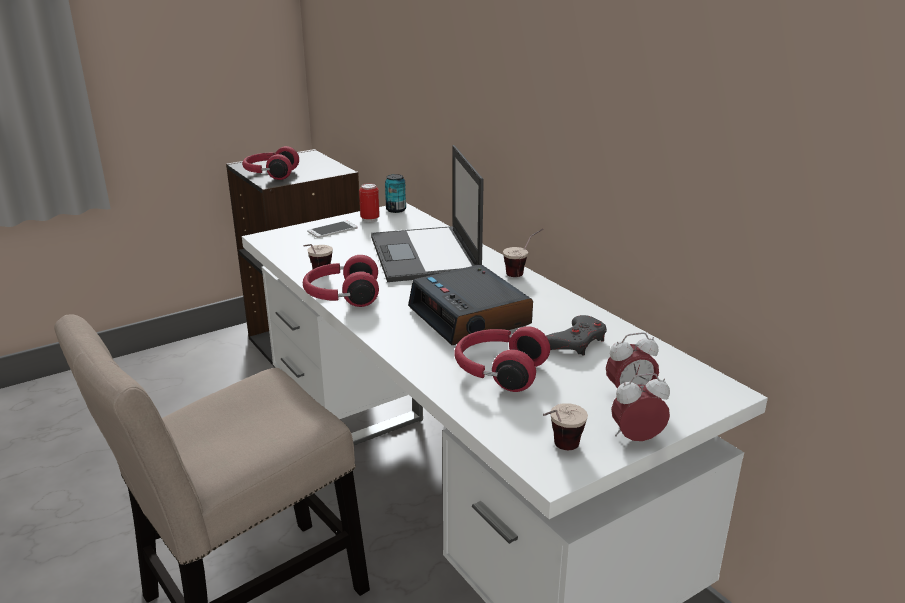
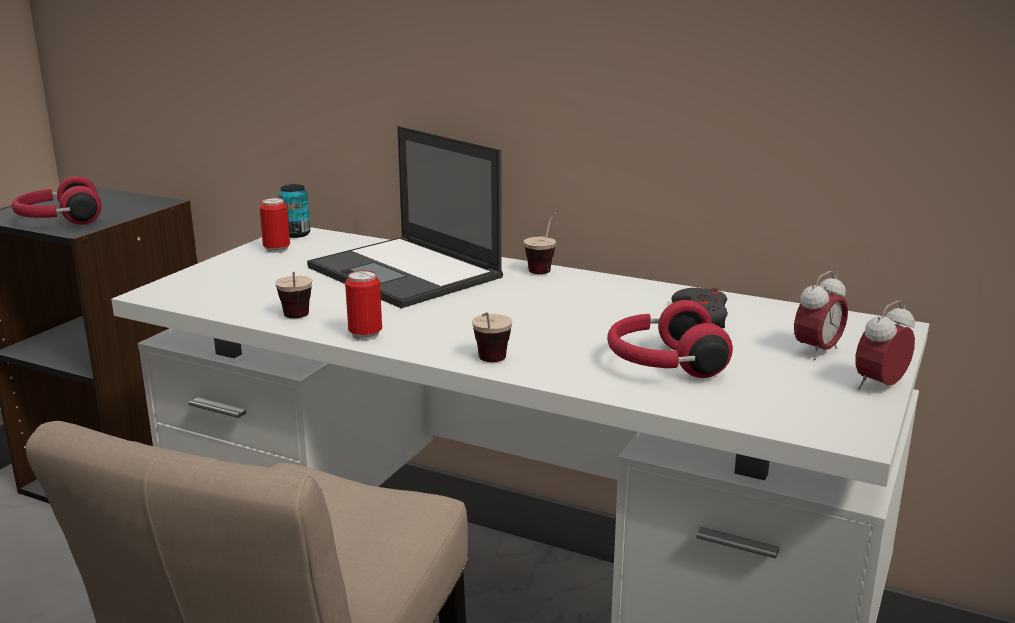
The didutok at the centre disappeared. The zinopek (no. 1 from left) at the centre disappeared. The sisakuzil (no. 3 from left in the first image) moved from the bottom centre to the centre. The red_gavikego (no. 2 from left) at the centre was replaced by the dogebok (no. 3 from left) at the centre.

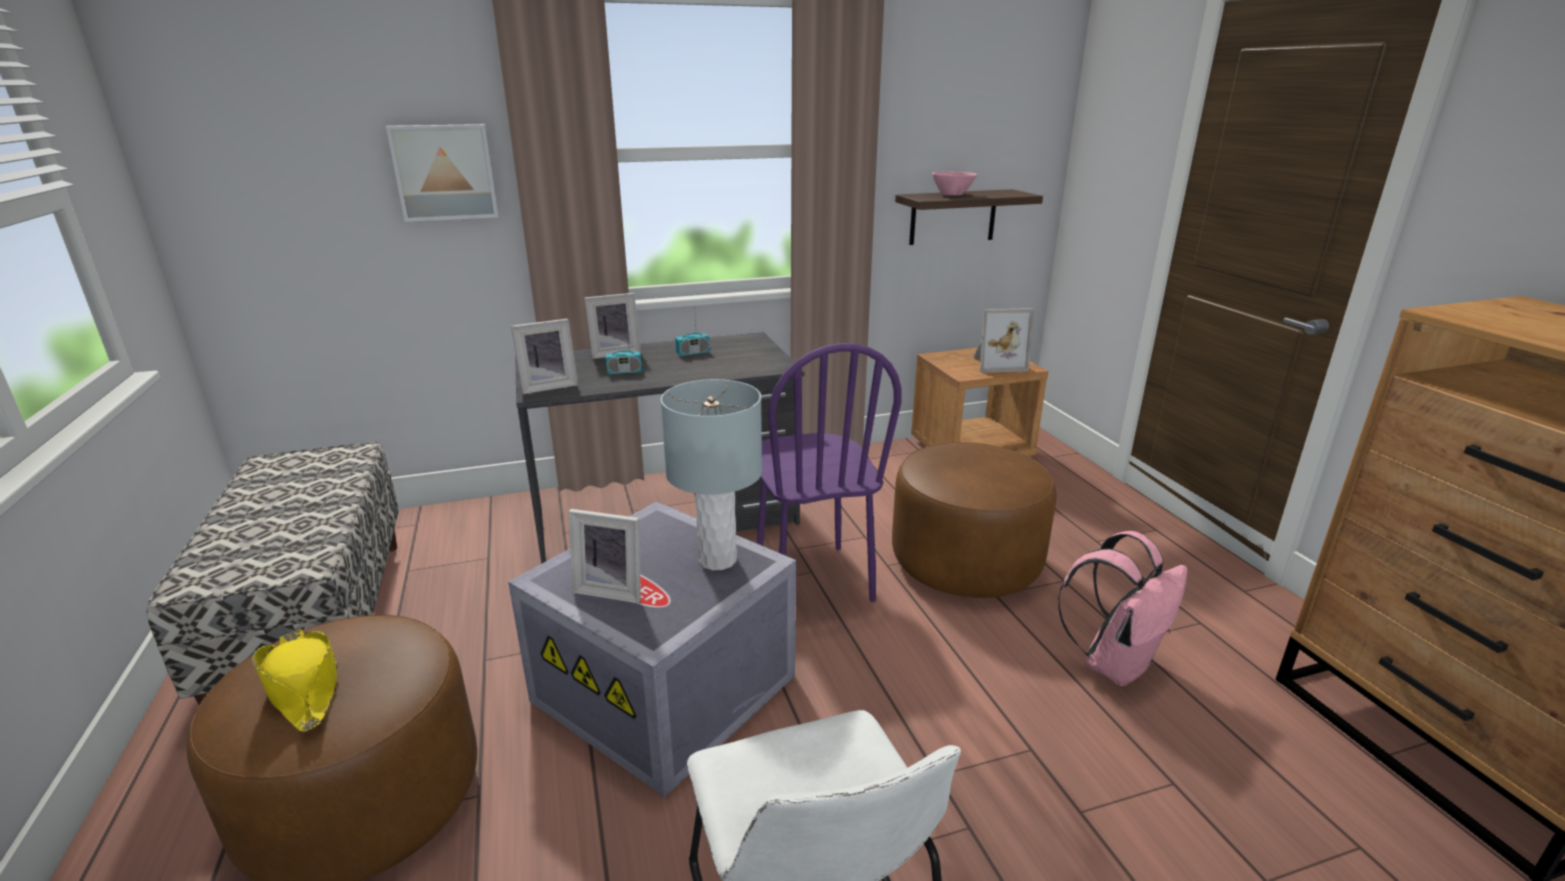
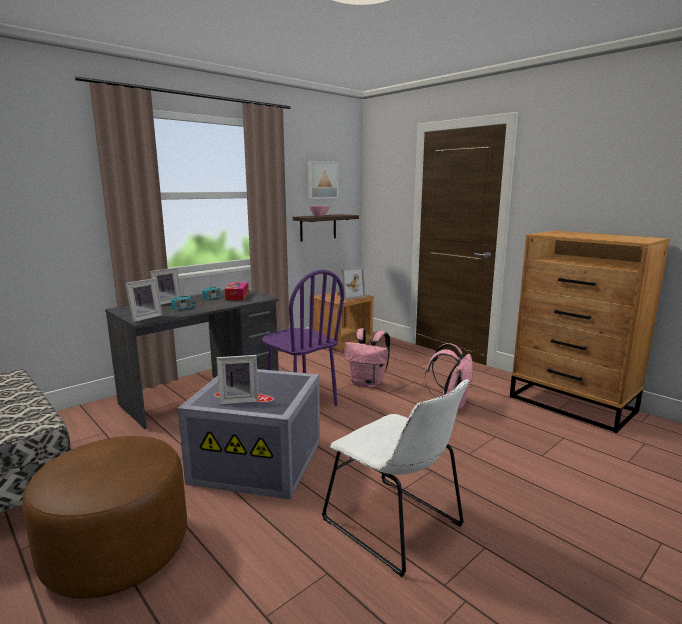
The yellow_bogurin at the bottom left disappeared. The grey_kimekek at the centre disappeared. The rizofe at the centre appeared. The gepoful moved from the top left to the top centre. The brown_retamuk (no. 2 from left) at the centre was replaced by the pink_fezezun (no. 1 from left) at the centre.

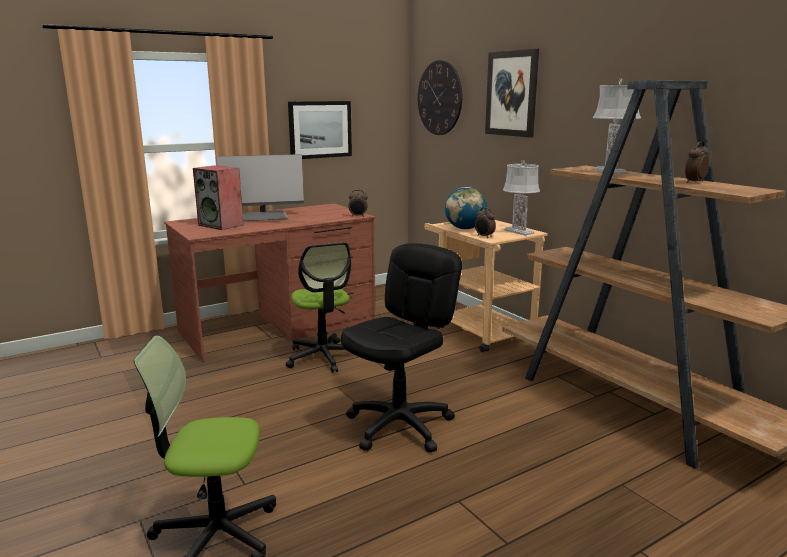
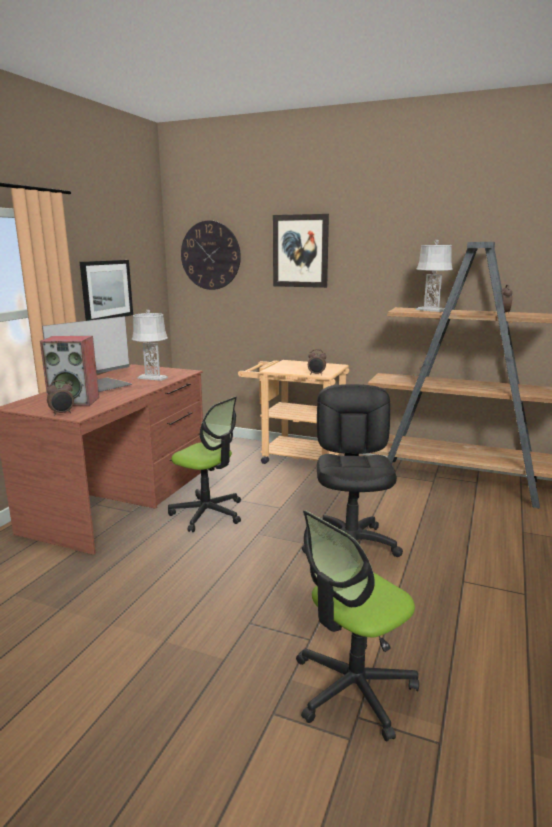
The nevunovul at the centre disappeared. The zinopek (no. 1 from left) moved from the centre to the middle left. The grey_kimekek (no. 1 from left) moved from the centre to the middle left.

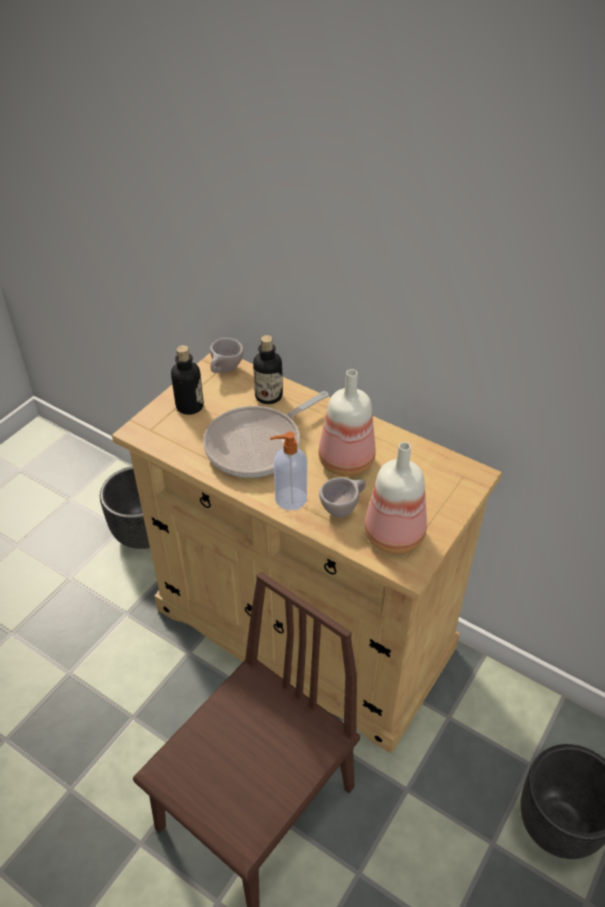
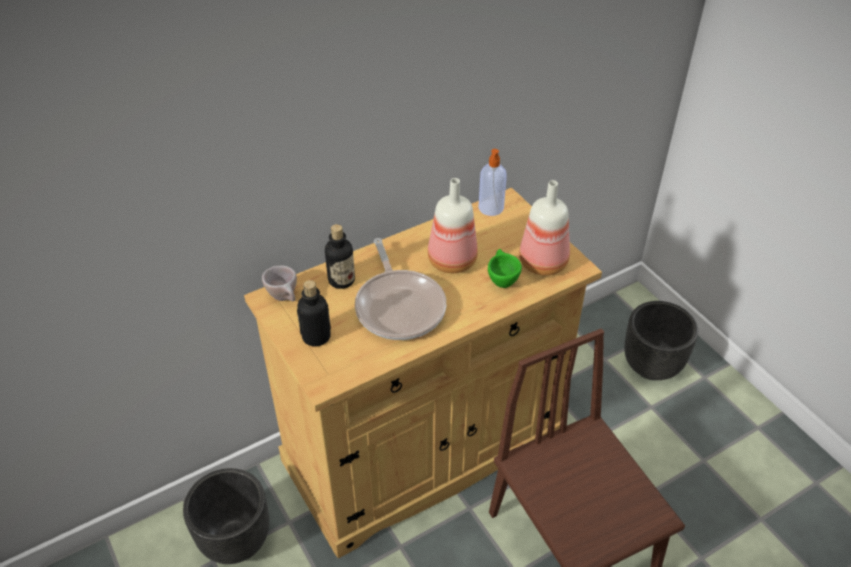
The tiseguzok moved from the centre to the top centre. The beige_sisakuzil (no. 2 from left) at the centre became the green_sisakuzil at the centre.

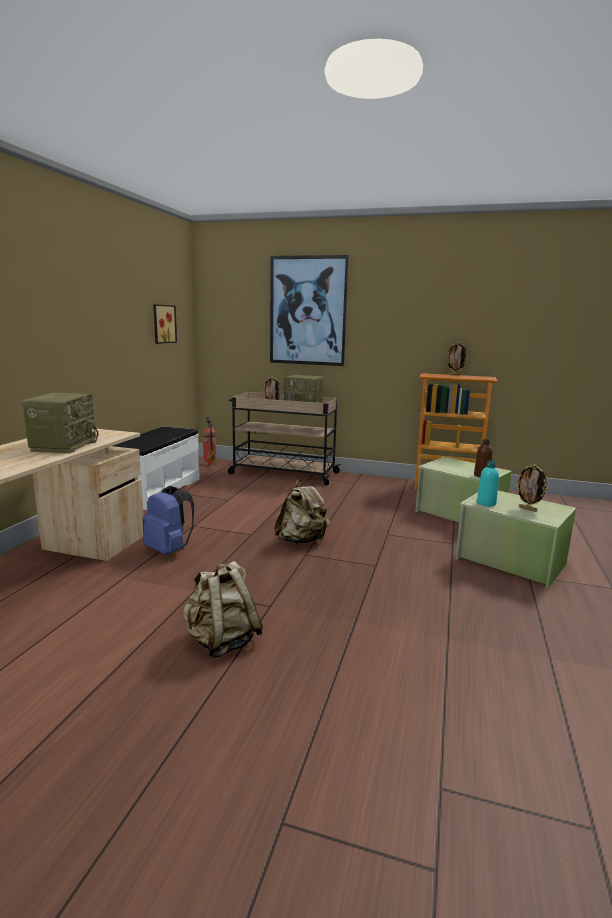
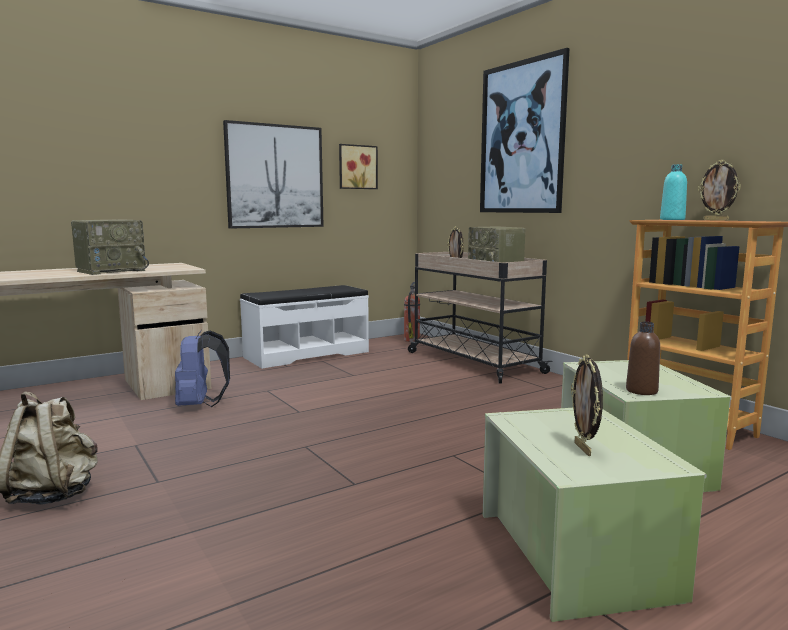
The beige_fezezun (no. 2 from left) at the centre disappeared. The gepoful (no. 1 from left) at the top centre appeared. The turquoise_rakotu moved from the middle right to the top right.

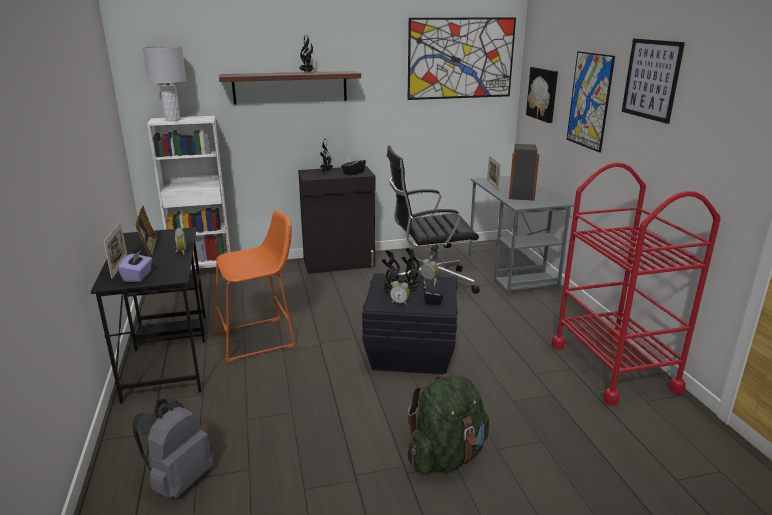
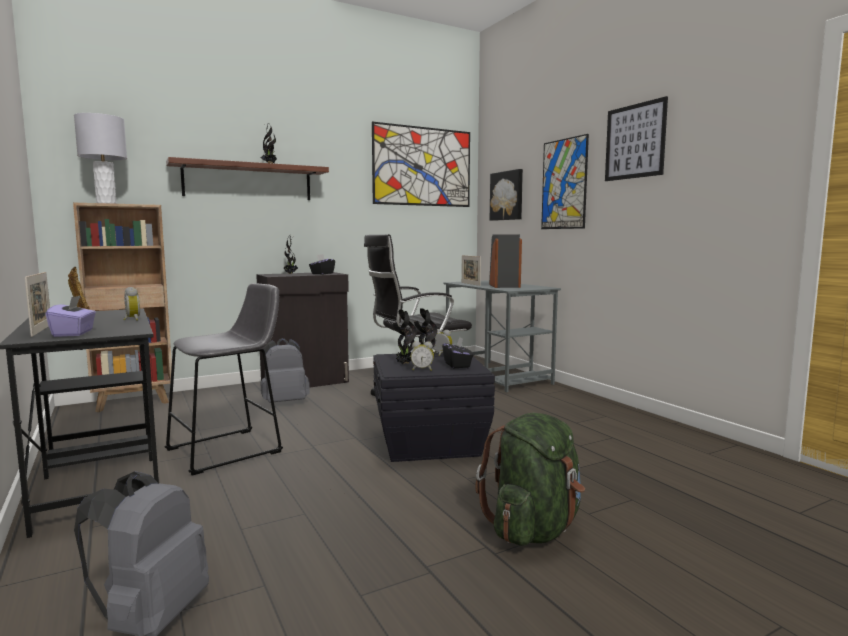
The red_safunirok at the middle right disappeared. The grey_fezezun (no. 2 from left) at the centre appeared. The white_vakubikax at the middle left became the brown_vakubikax at the middle left. The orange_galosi at the middle left became the grey_galosi at the middle left.

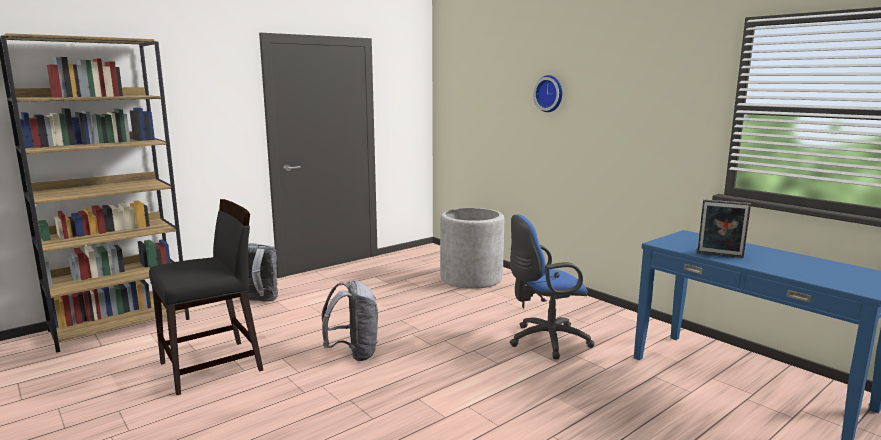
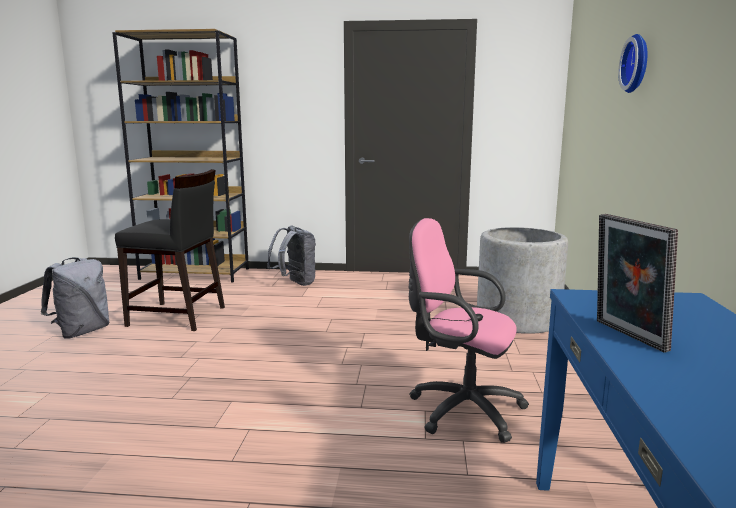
The grey_fezezun (no. 2 from left in the first image) moved from the bottom centre to the middle left. The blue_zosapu at the centre became the pink_zosapu at the centre.

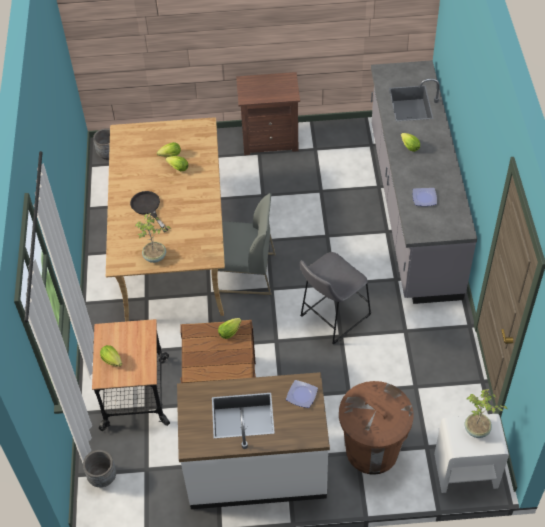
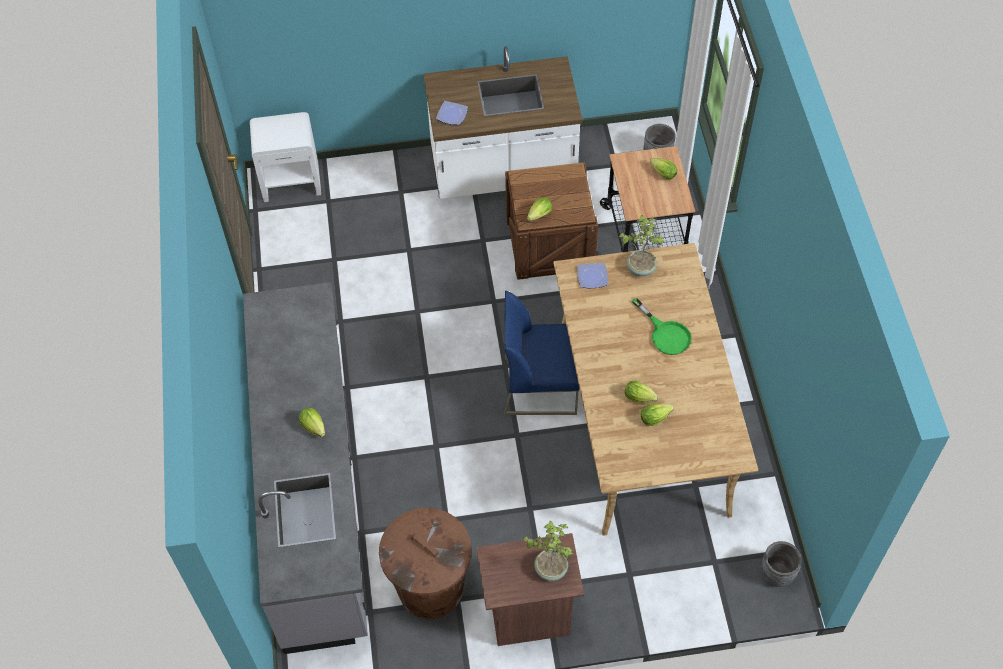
The grey_galosi at the centre disappeared. The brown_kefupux moved from the bottom right to the bottom centre. The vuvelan (no. 2 from left) moved from the middle right to the centre. The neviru (no. 2 from left in the first image) moved from the bottom right to the bottom centre. The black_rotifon at the middle left became the green_rotifon at the centre. The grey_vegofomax at the centre became the blue_vegofomax at the centre.

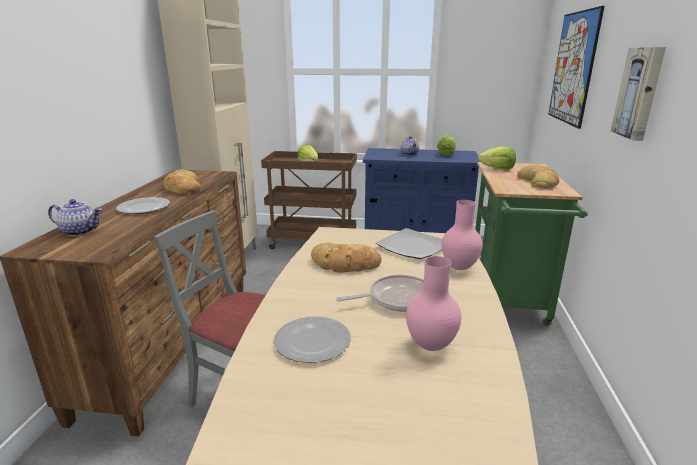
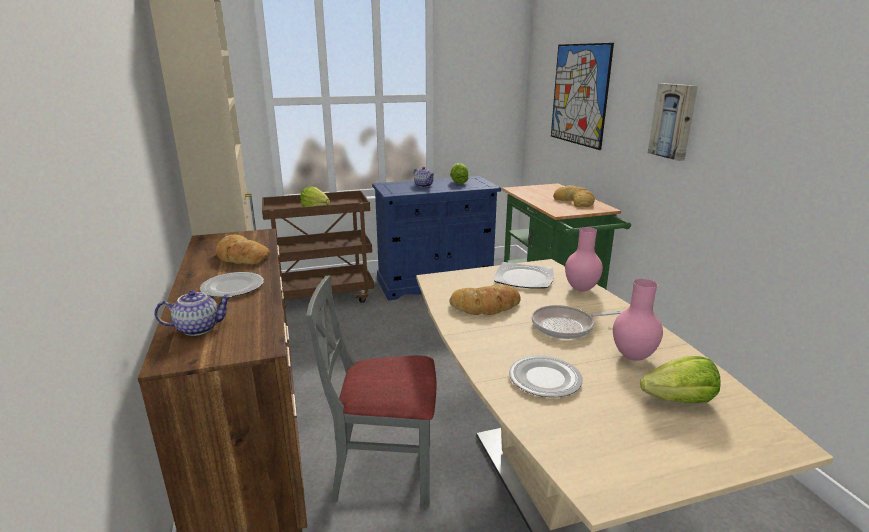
The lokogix (no. 3 from left) moved from the middle right to the bottom right. The rotifon at the centre turned 150 degrees counterclockwise.

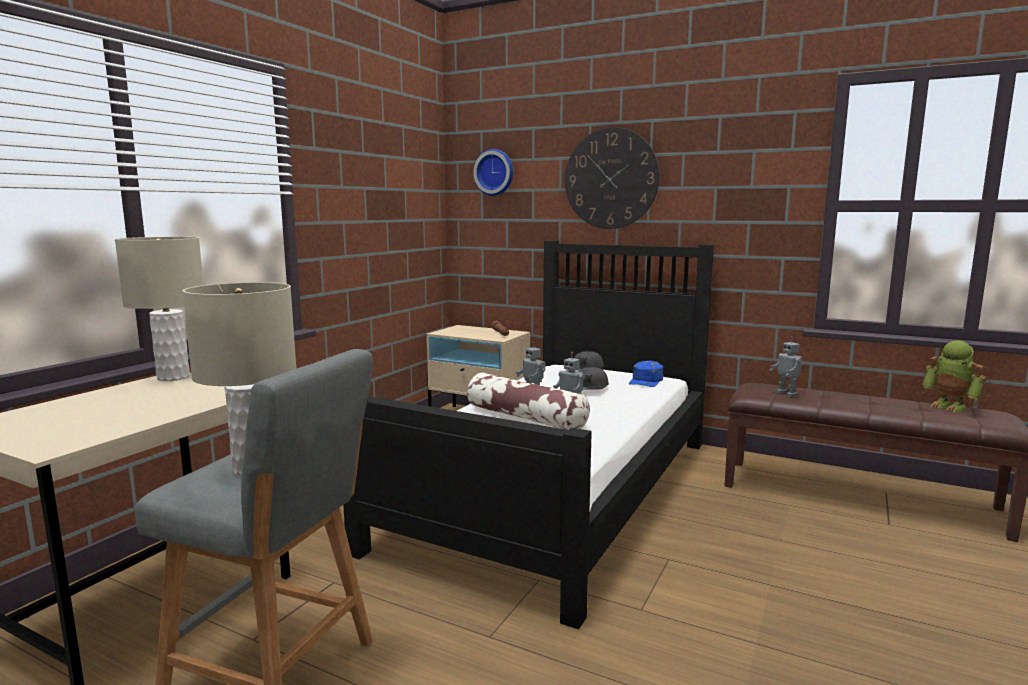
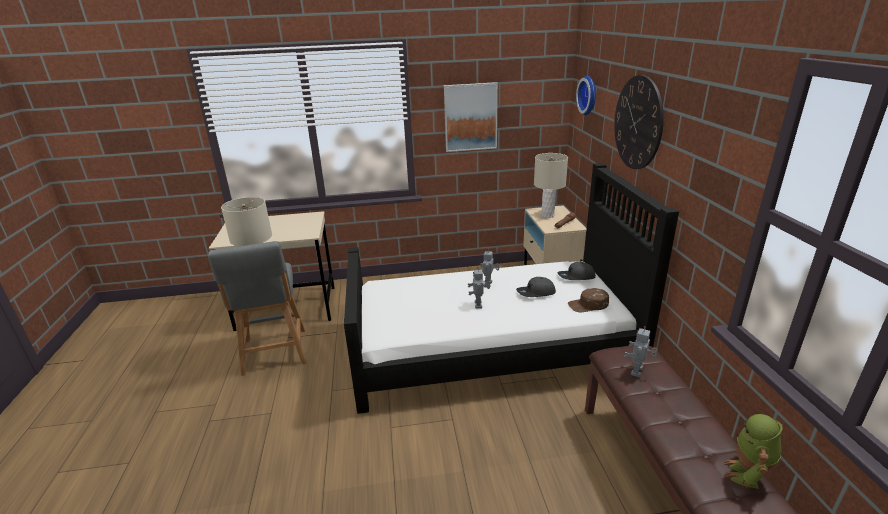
The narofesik at the centre disappeared. The gepoful at the top centre appeared. The beige_kimekek (no. 1 from left in the first image) moved from the middle left to the centre. The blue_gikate at the centre became the brown_gikate at the centre.

